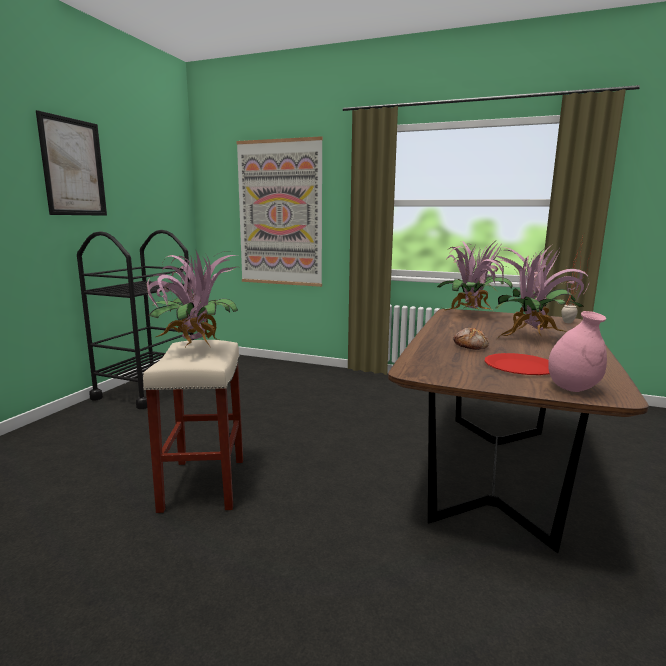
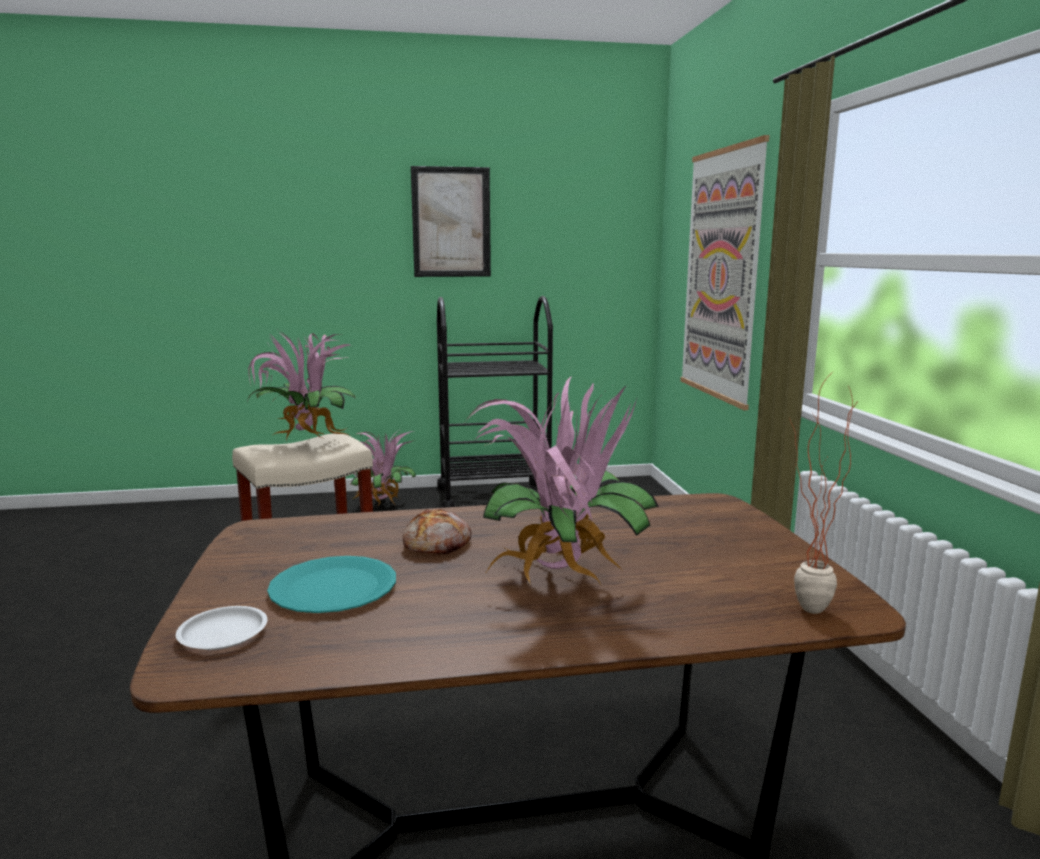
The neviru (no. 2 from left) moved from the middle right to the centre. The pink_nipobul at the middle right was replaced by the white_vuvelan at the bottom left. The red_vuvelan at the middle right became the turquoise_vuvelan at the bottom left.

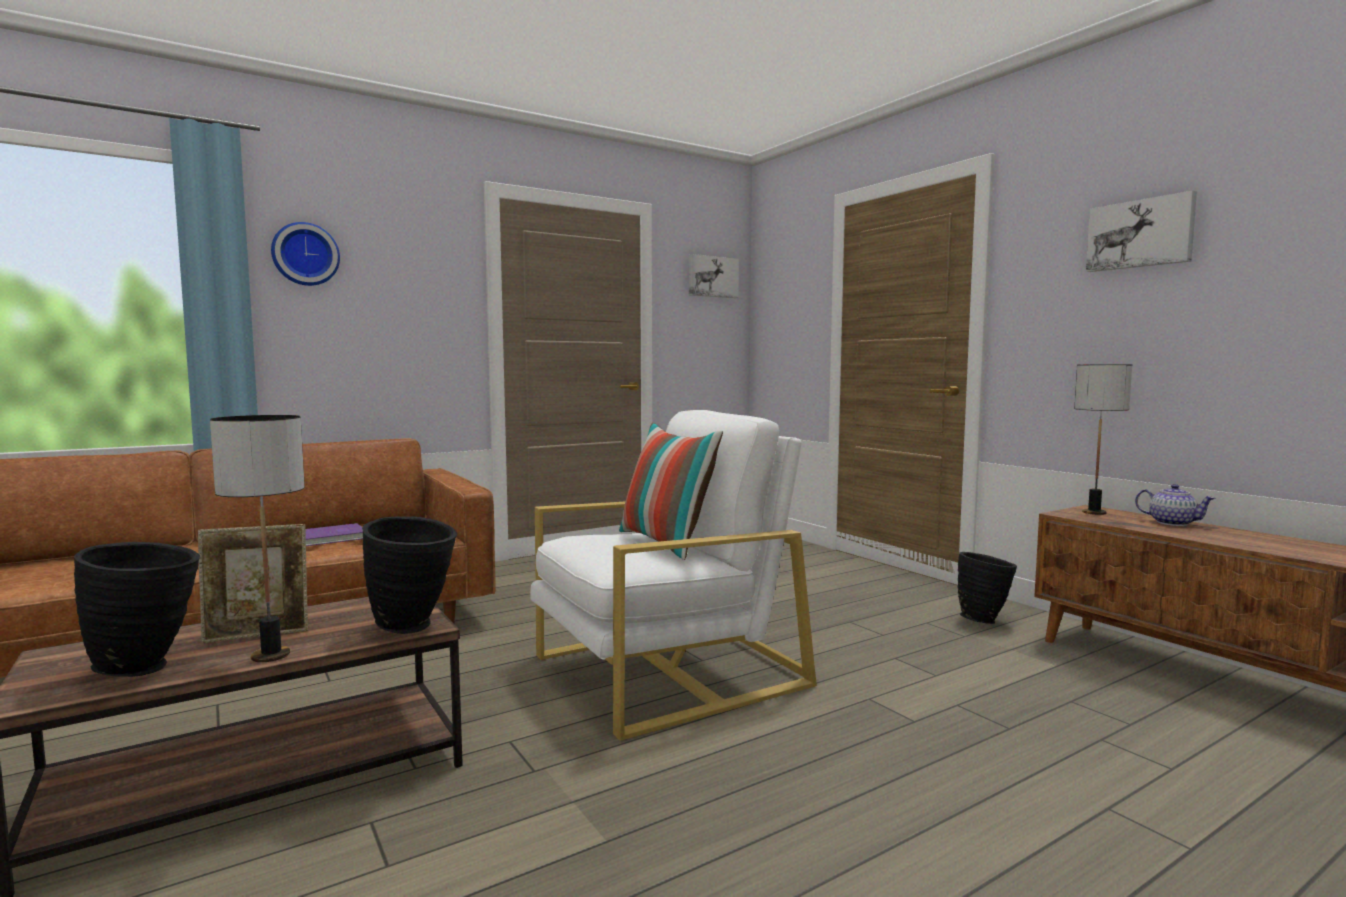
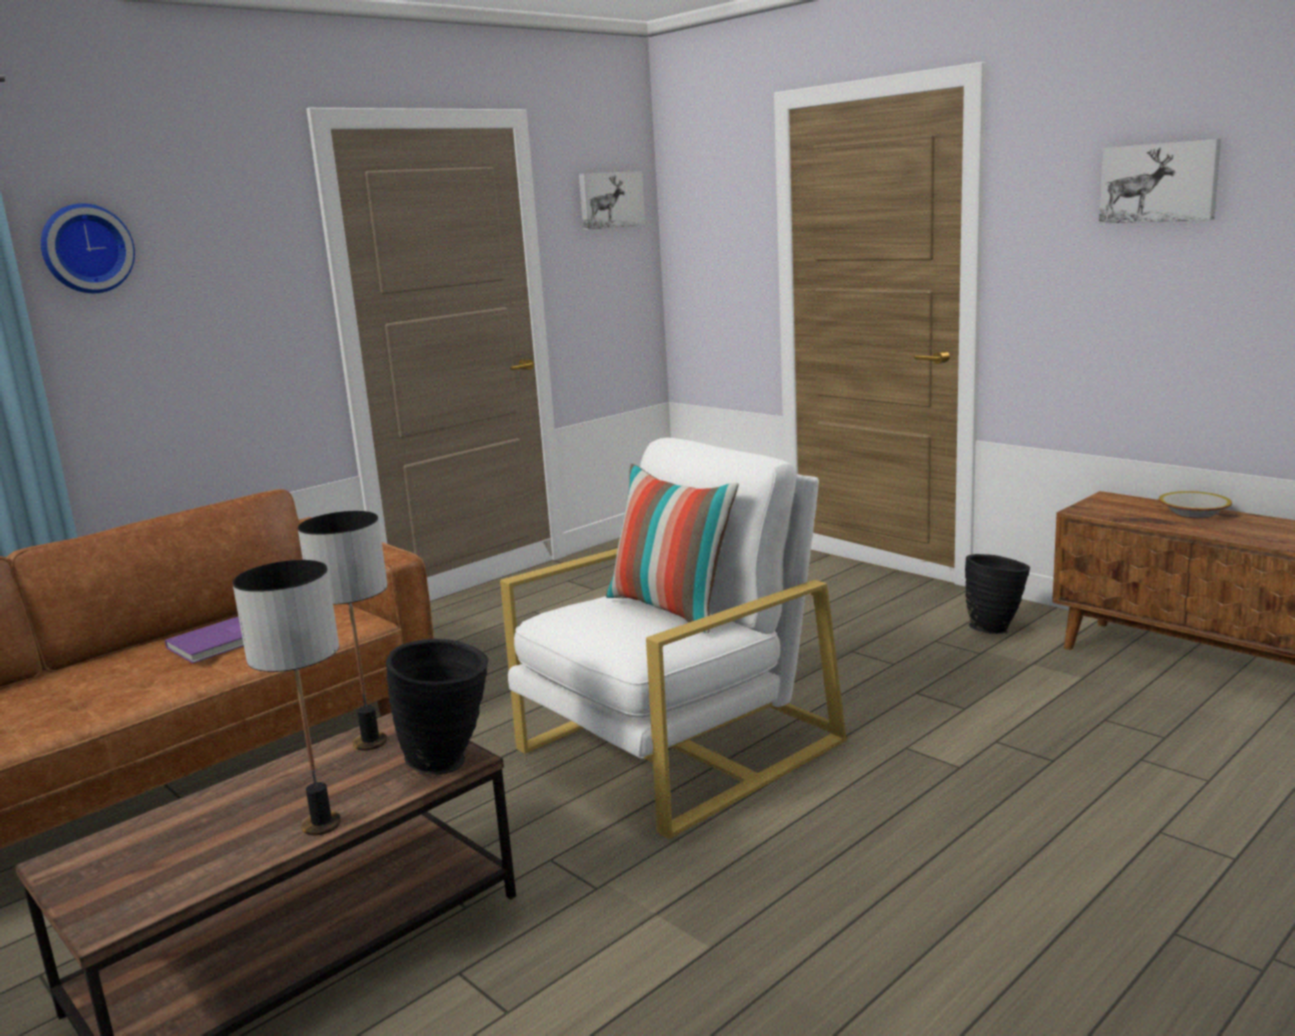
The black_nipobul (no. 1 from left) at the bottom left disappeared. The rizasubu at the middle left disappeared. The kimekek (no. 2 from left) moved from the middle right to the middle left. The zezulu at the middle right was replaced by the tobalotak at the middle right.

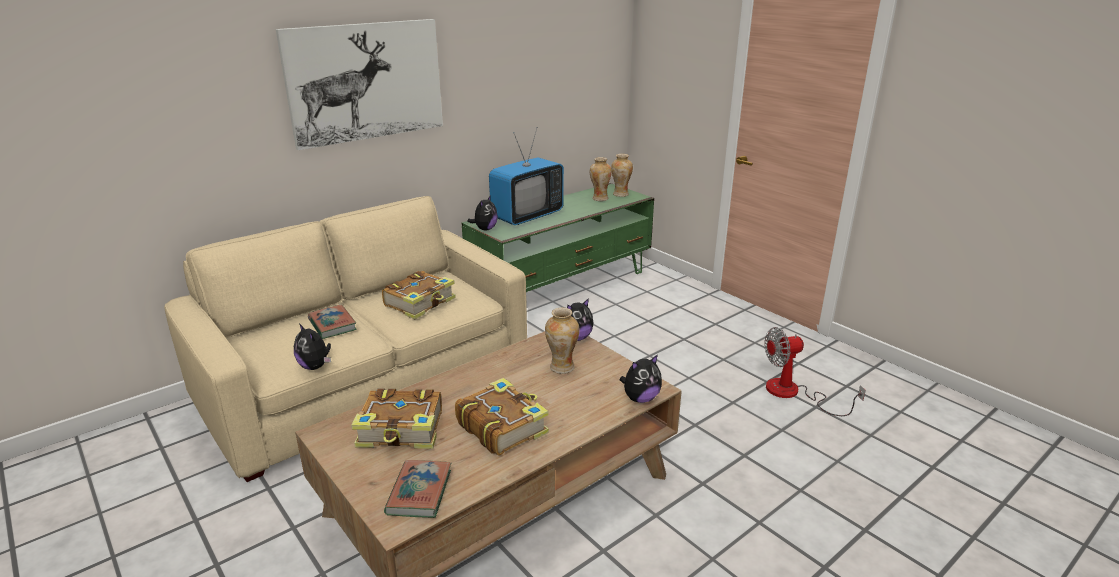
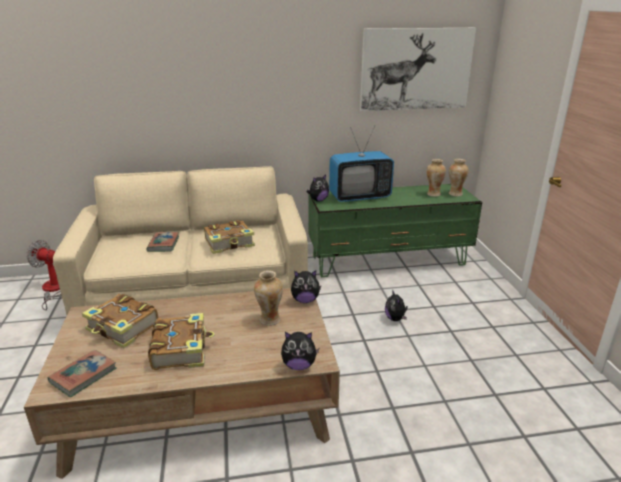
The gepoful moved from the top left to the top right. The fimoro (no. 1 from left in the first image) moved from the middle left to the centre. The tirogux moved from the middle right to the middle left.

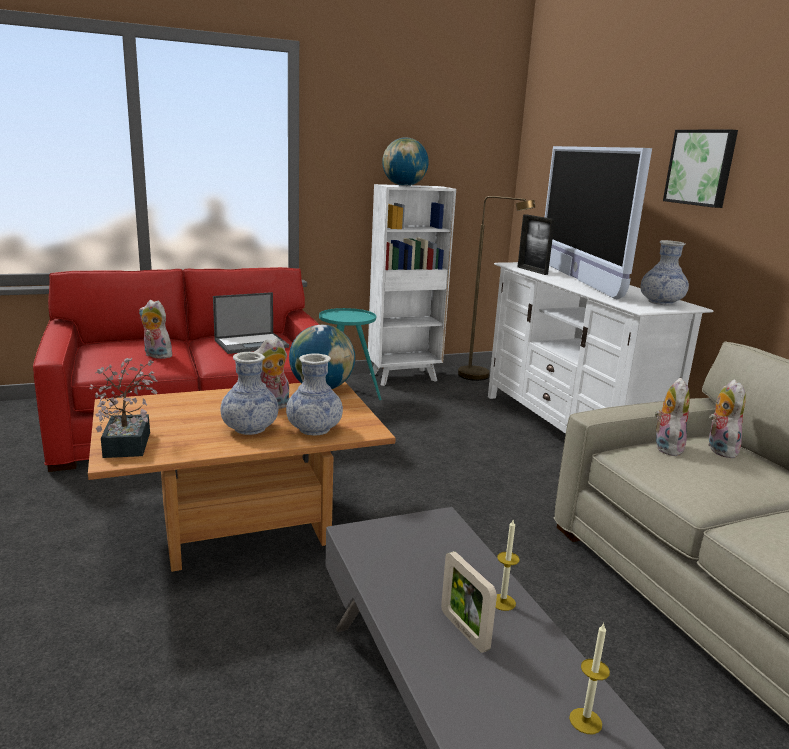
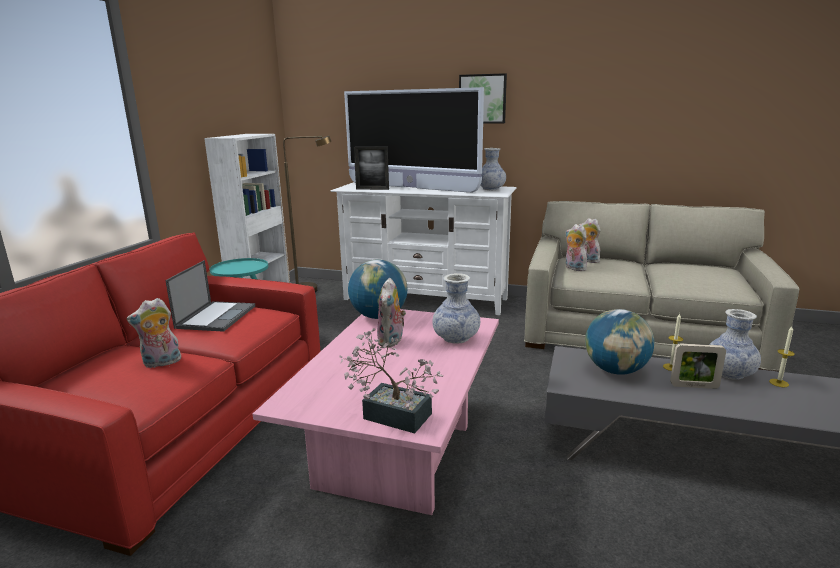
The nipobul (no. 1 from left in the first image) moved from the middle left to the middle right. The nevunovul (no. 2 from left) moved from the top centre to the middle right. The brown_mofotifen at the middle left became the pink_mofotifen at the bottom centre.

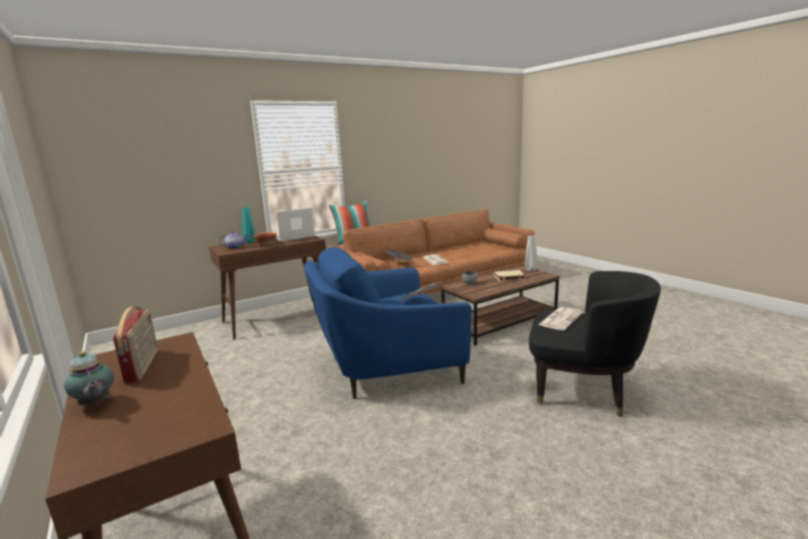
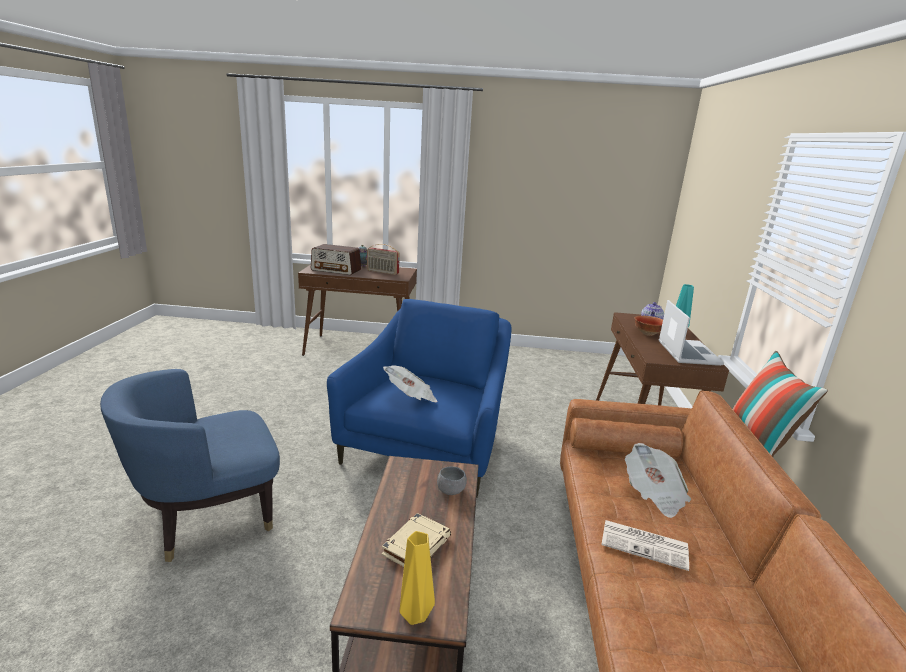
The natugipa (no. 4 from left) at the middle right disappeared. The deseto (no. 1 from left) at the centre appeared. The grey_nipobul at the centre became the yellow_nipobul at the bottom centre. The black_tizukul at the middle right became the blue_tizukul (no. 1 from left) at the bottom left.

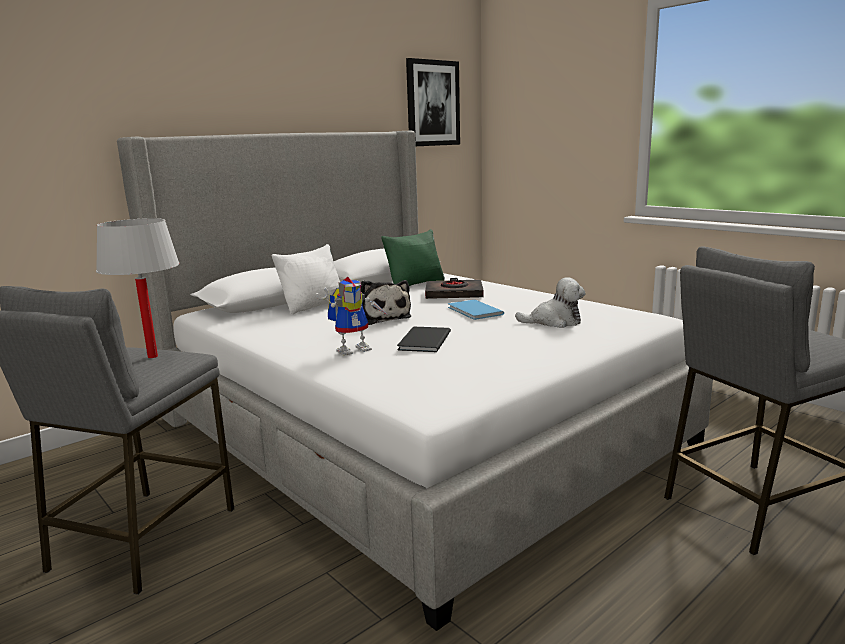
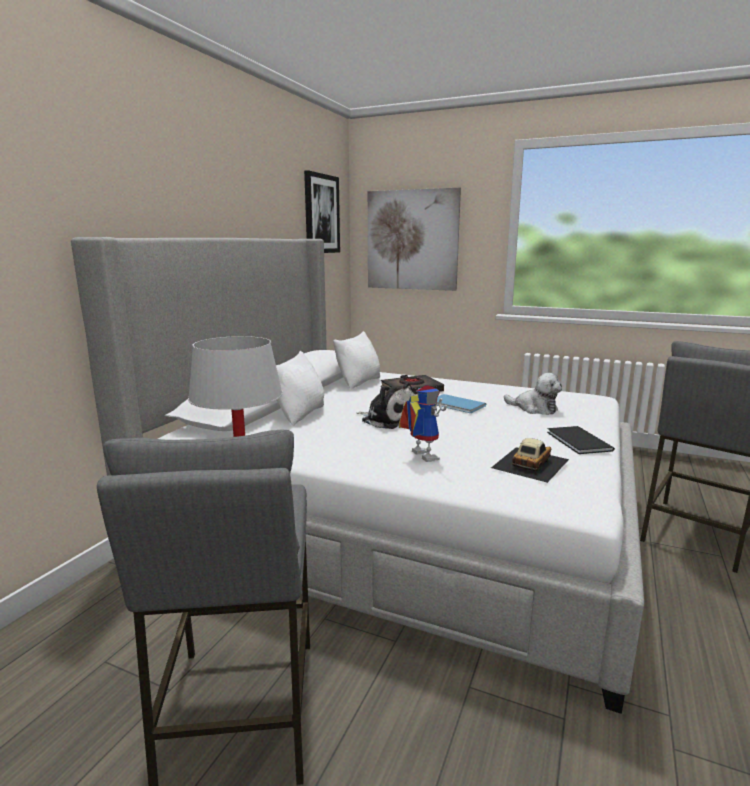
The gepoful (no. 2 from left) at the top centre appeared. The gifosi at the middle right appeared. The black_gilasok (no. 1 from left in the first image) moved from the centre to the middle right. The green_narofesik at the centre became the white_narofesik (no. 2 from left) at the centre. The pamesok at the centre turned 60 degrees counterclockwise. The fimoro (no. 2 from left) at the centre turned 60 degrees clockwise.

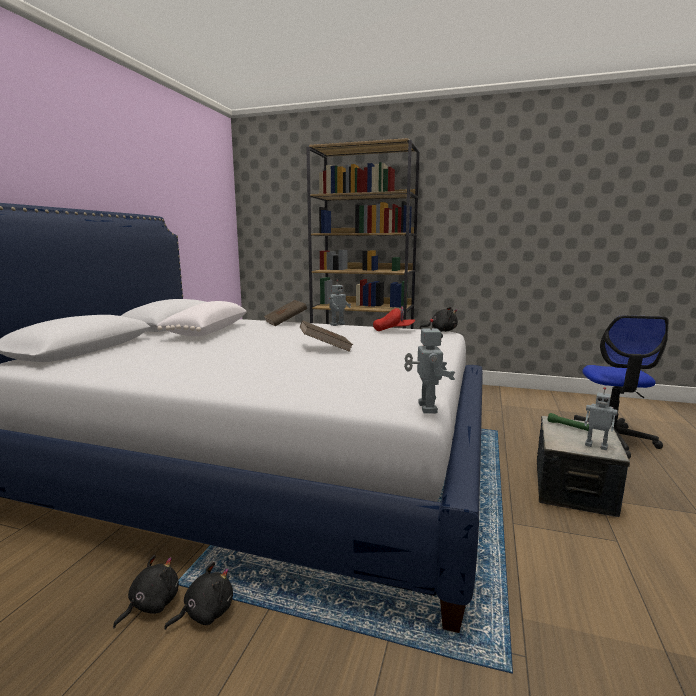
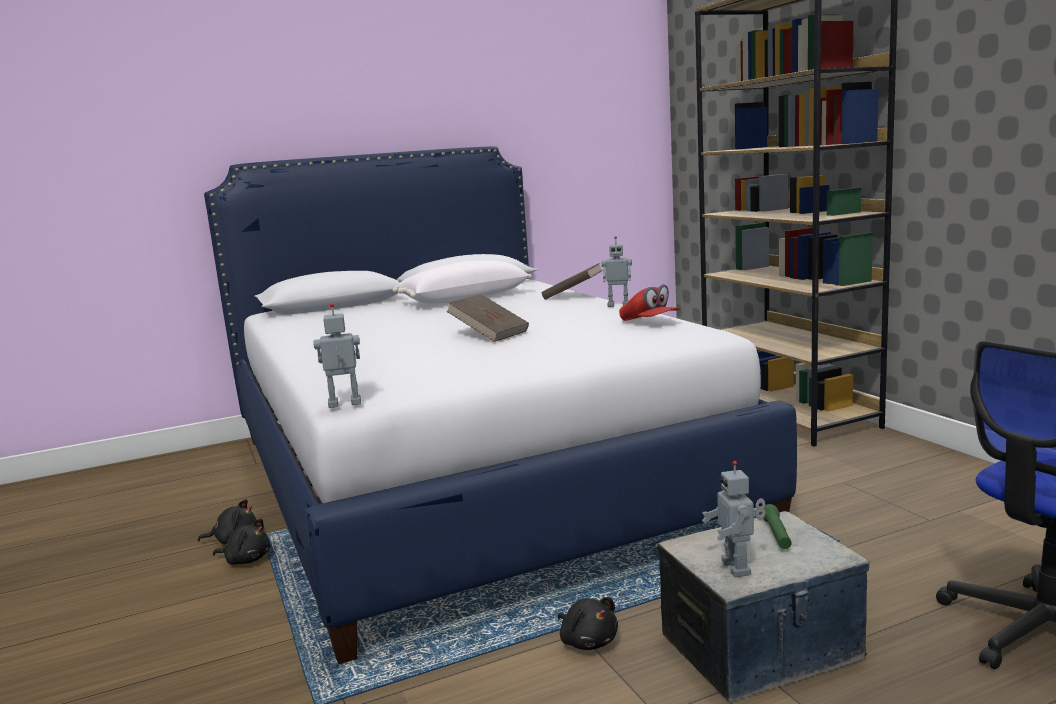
The black_fimoro (no. 3 from left) moved from the centre to the bottom centre. The pamesok (no. 2 from left in the first image) at the centre turned 150 degrees counterclockwise.

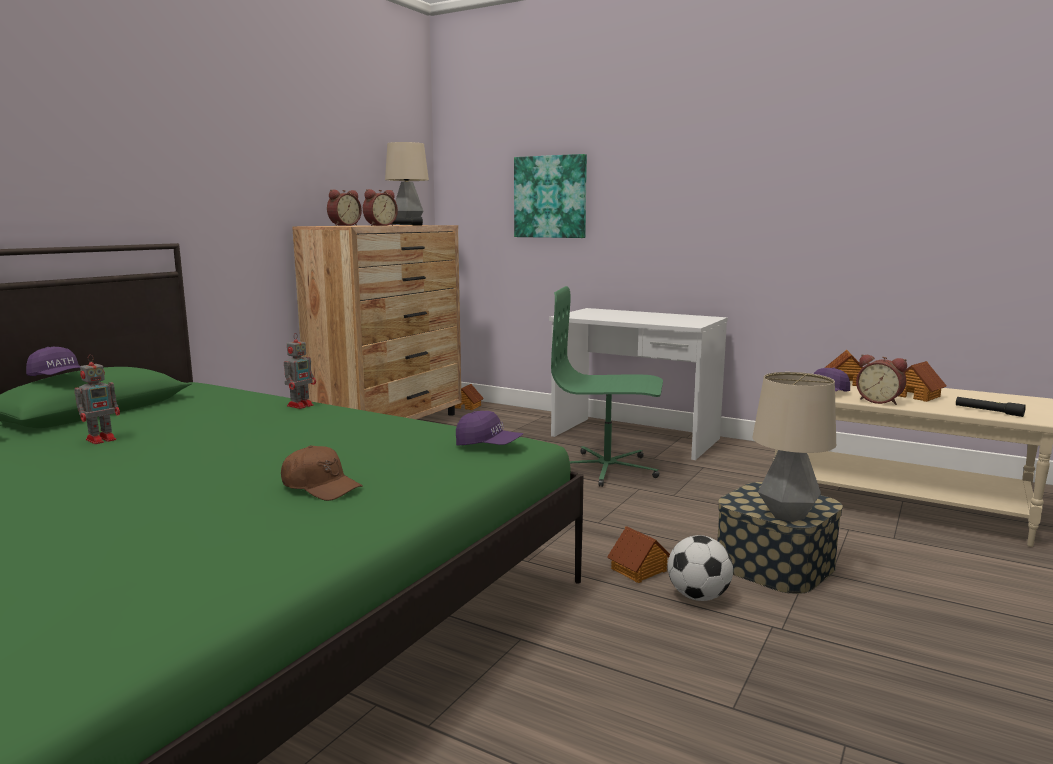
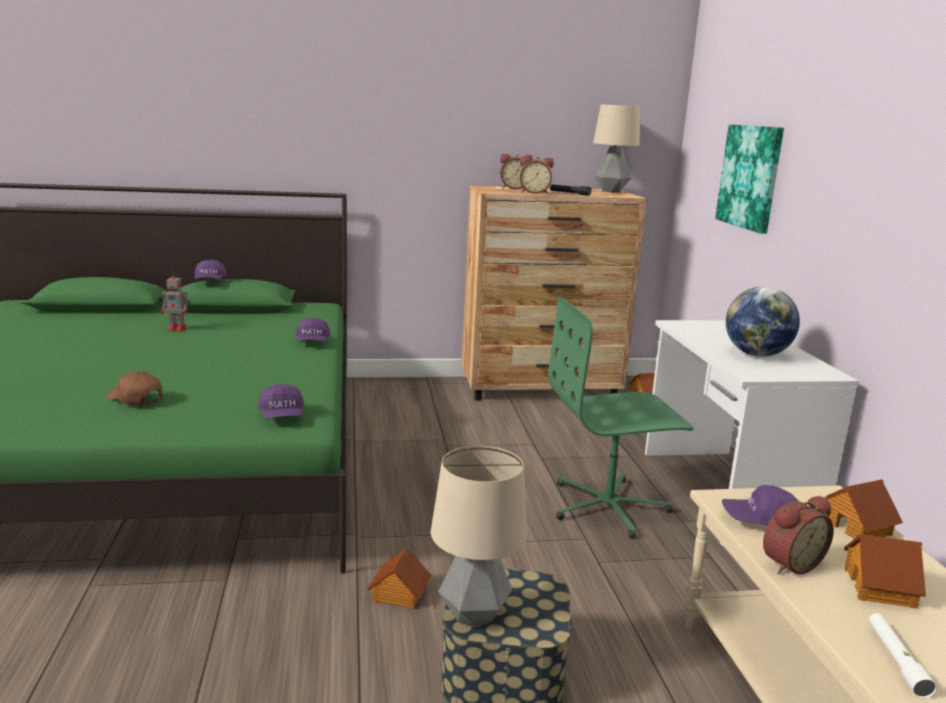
The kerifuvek at the bottom centre disappeared. The nevunovul at the middle right appeared. The pamesok (no. 2 from left) at the middle left was replaced by the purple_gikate (no. 3 from left) at the middle left. The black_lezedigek (no. 2 from left) at the middle right became the white_lezedigek at the bottom right. The brown_gikate at the middle left turned 135 degrees clockwise. The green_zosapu at the centre turned 75 degrees counterclockwise. The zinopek (no. 3 from left) at the middle right turned 120 degrees counterclockwise.

